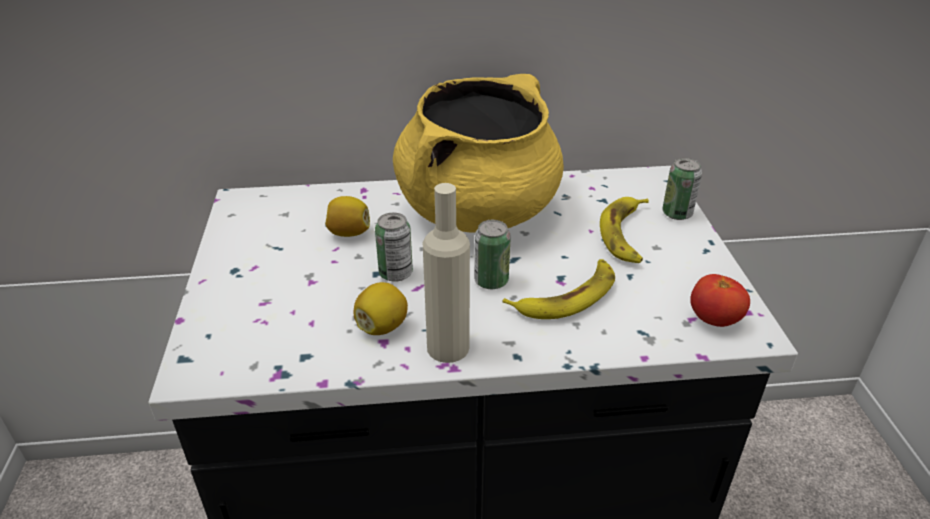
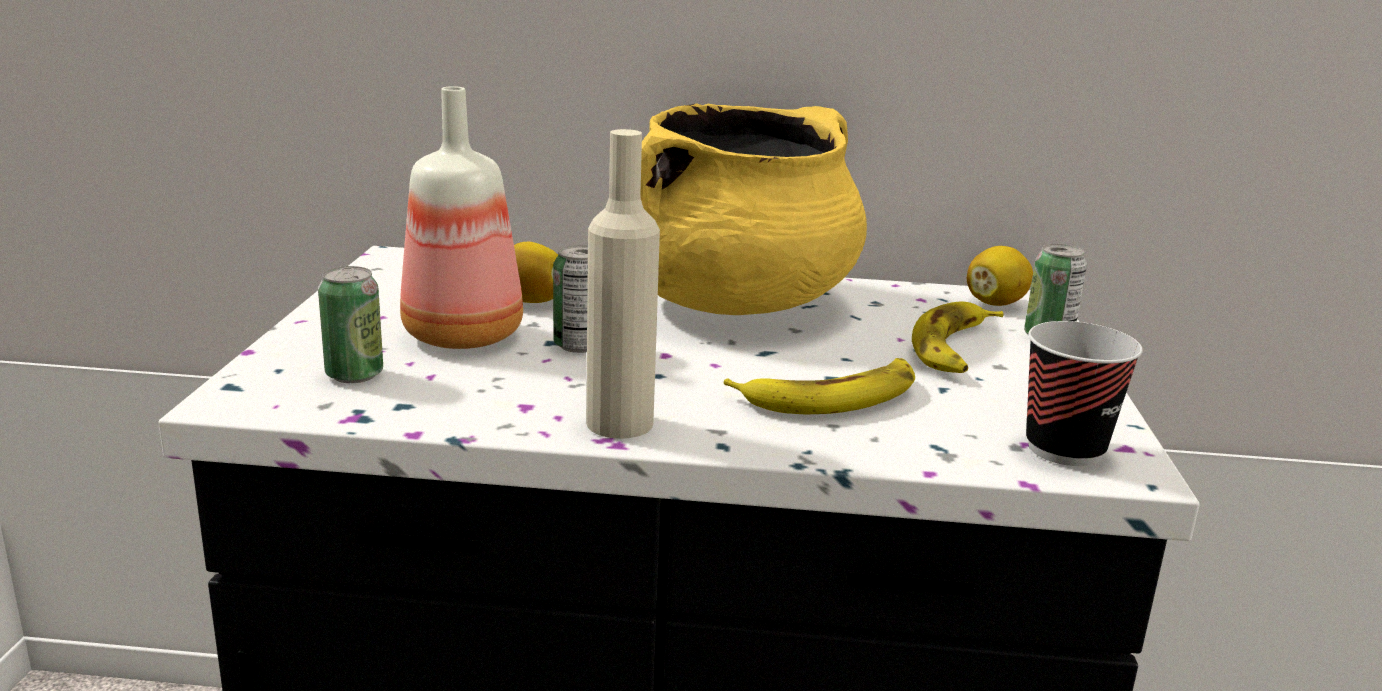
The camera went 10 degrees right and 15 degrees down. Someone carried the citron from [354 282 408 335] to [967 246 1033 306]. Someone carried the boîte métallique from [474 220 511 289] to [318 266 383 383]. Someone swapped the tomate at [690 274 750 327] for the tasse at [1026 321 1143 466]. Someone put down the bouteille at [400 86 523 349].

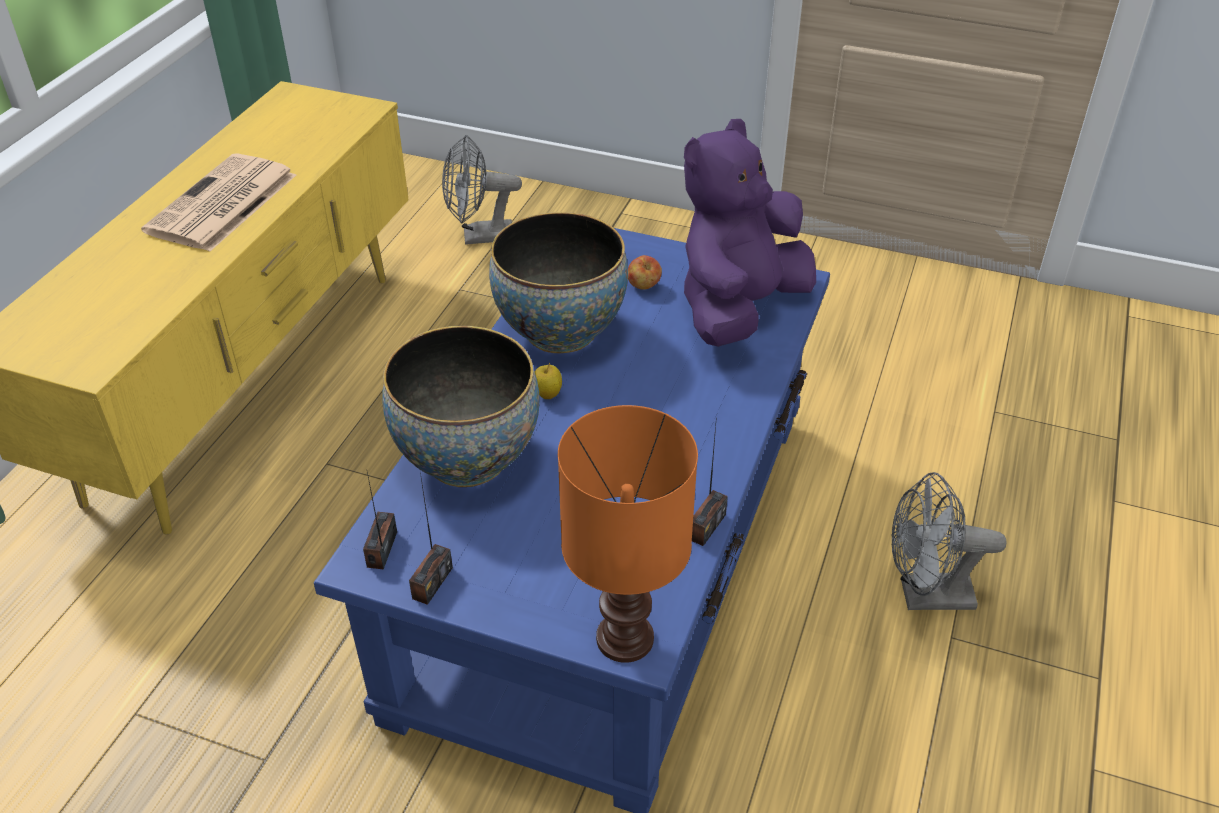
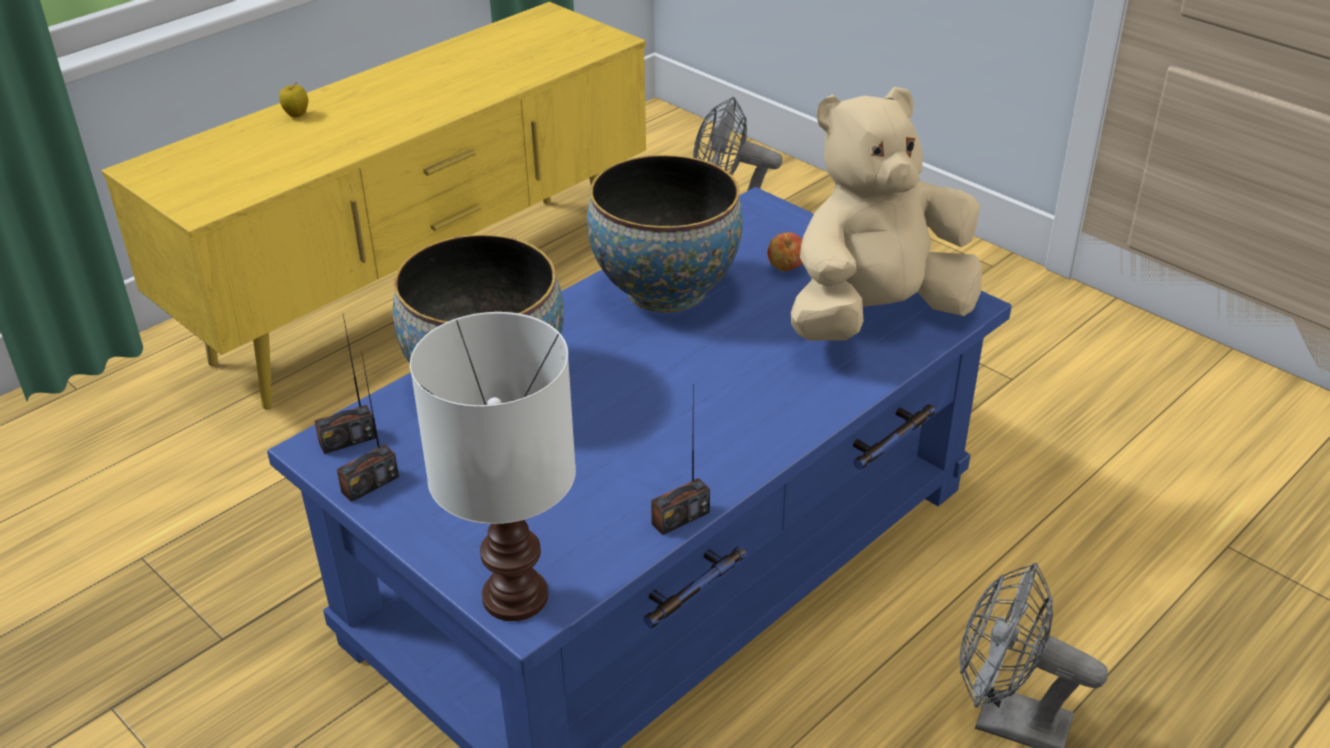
The camera went 25 degrees right and 5 degrees down. Someone took away the journal at [141 153 296 252]. Someone rotated the radio at [363 472 397 570] by 150 degrees counterclockwise. Someone carried the pomme from [535 363 562 399] to [279 83 308 117]. Someone repainted the lampe de table [orange] at [558 405 698 663], which became the lampe de table [blanc] at [410 312 576 621]. Someone repainted the peluche [violet] at [684 119 816 347], which became the peluche [beige] at [791 87 982 341].

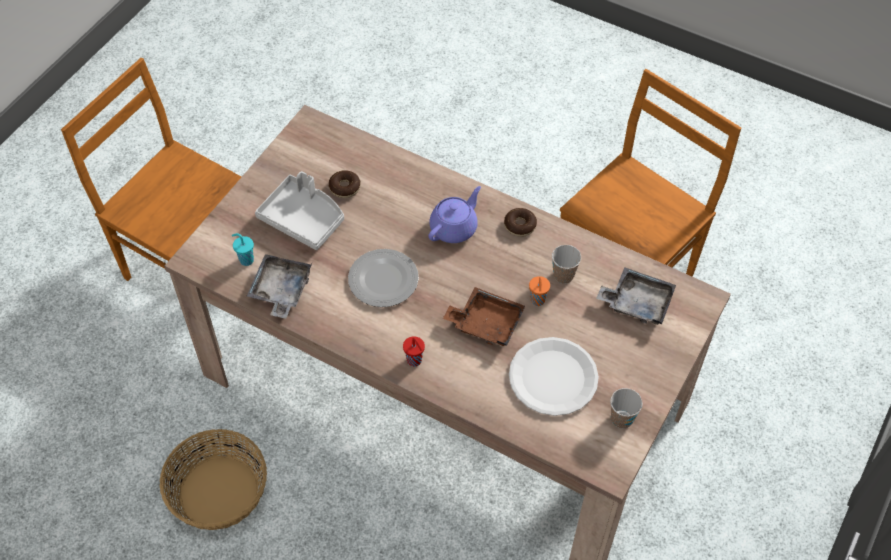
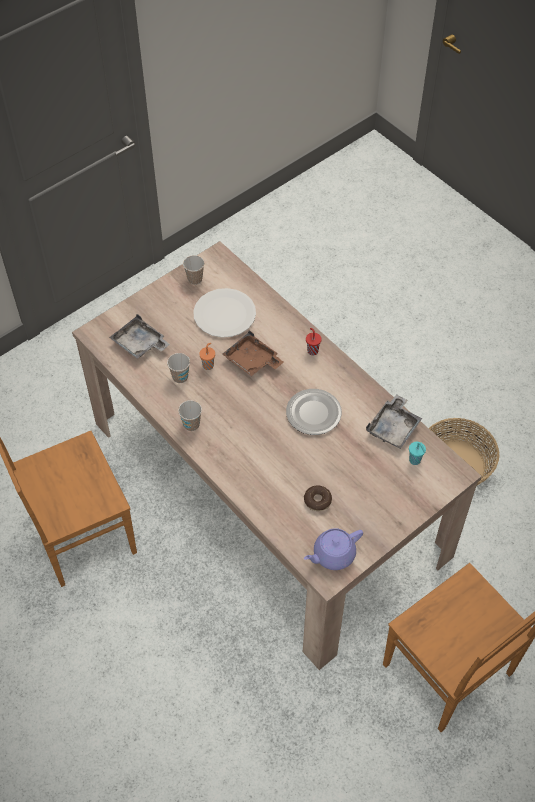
The camera went 160 degrees left and 0 degrees up. Someone took away the plateau [gris] at [255 171 344 250]. Someone carried the théière [violet] from [428 186 481 243] to [304 528 363 570]. Someone swapped the beignet at [504 208 537 237] for the tasse at [178 400 202 431].

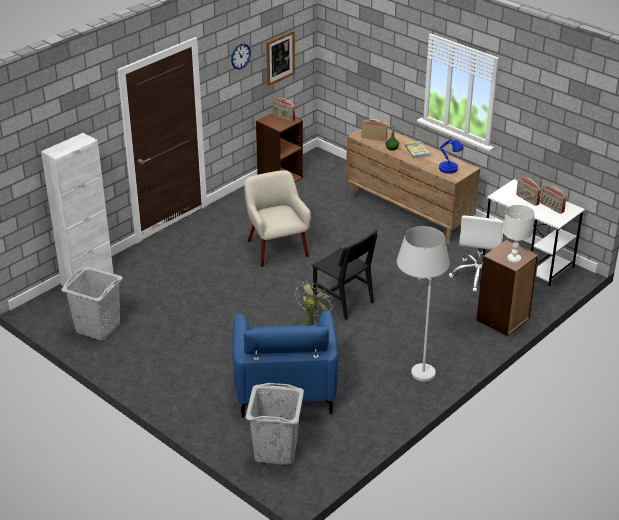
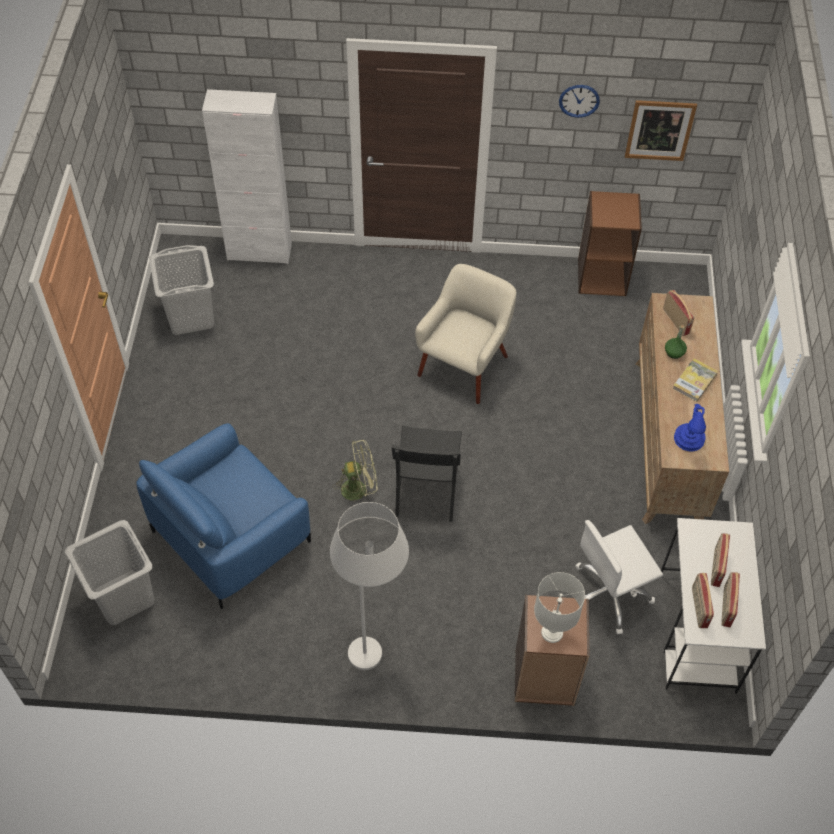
The camera went 50 degrees right and 20 degrees up. Someone carried the radio from [273 98 295 122] to [692 573 714 628].

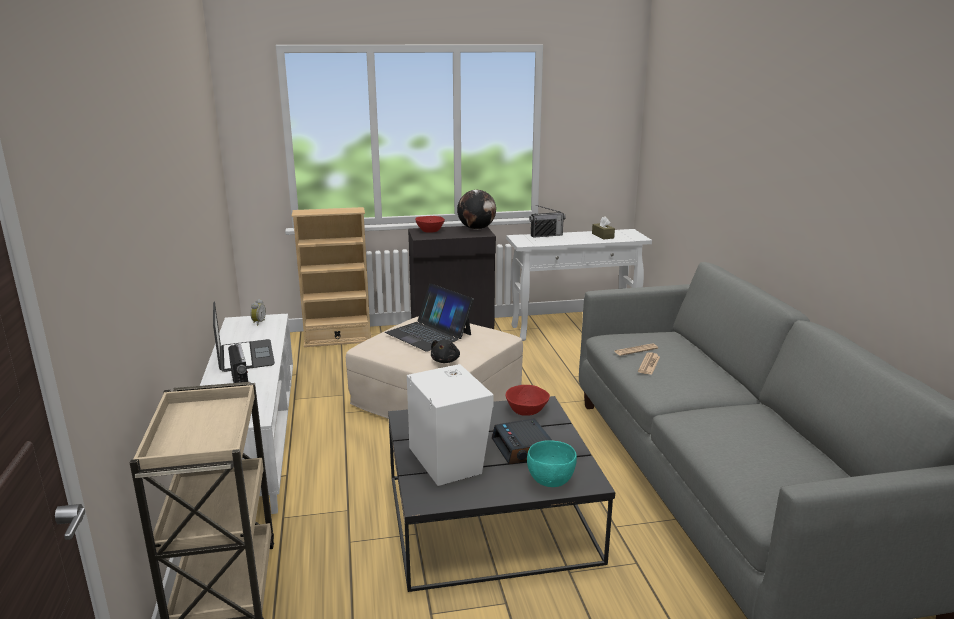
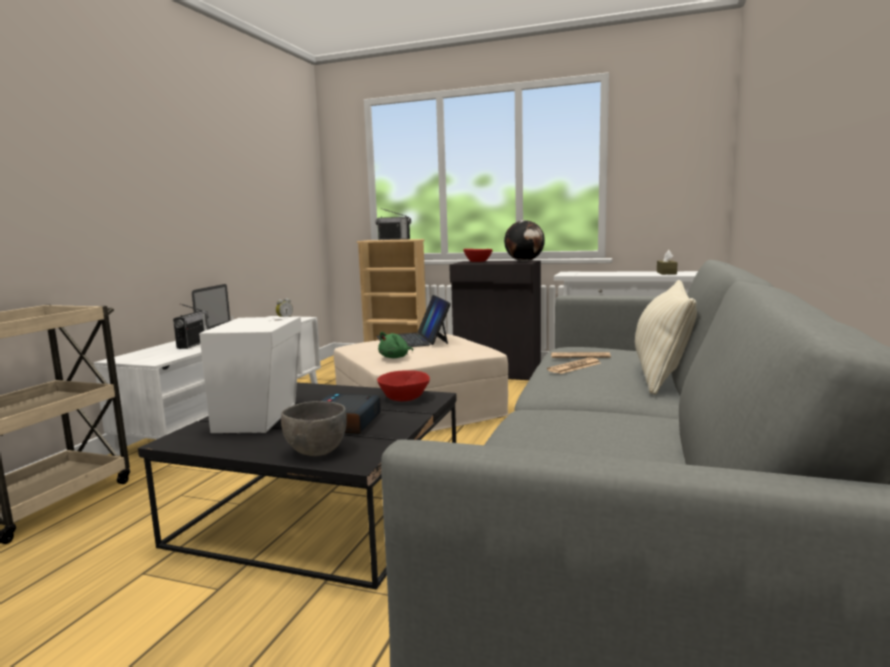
The camera went 30 degrees right and 10 degrees down. Someone repainted the peluche [noir] at [431 340 460 363], which became the peluche [vert] at [378 332 413 358]. Someone repainted the bol [turquoise] at [527 440 577 487], which became the bol [gris] at [281 401 347 456]. Someone carried the radio from [529 205 566 238] to [376 208 411 240]. Someone put down the coussin [beige] at [635 280 697 395].

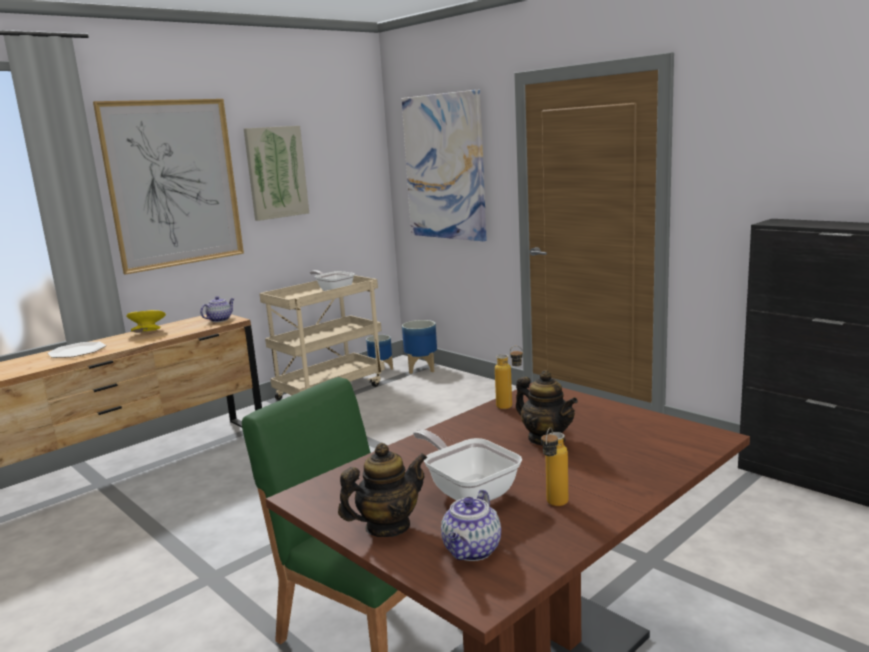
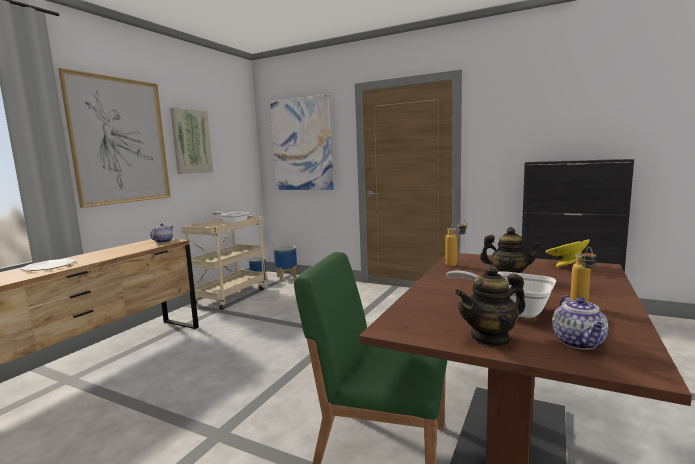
The camera went 20 degrees left and 5 degrees down. Someone carried the bol [jaune] from [126 310 166 333] to [546 239 590 267]. Someone rotated the théière at [338 443 427 537] by 150 degrees counterclockwise.

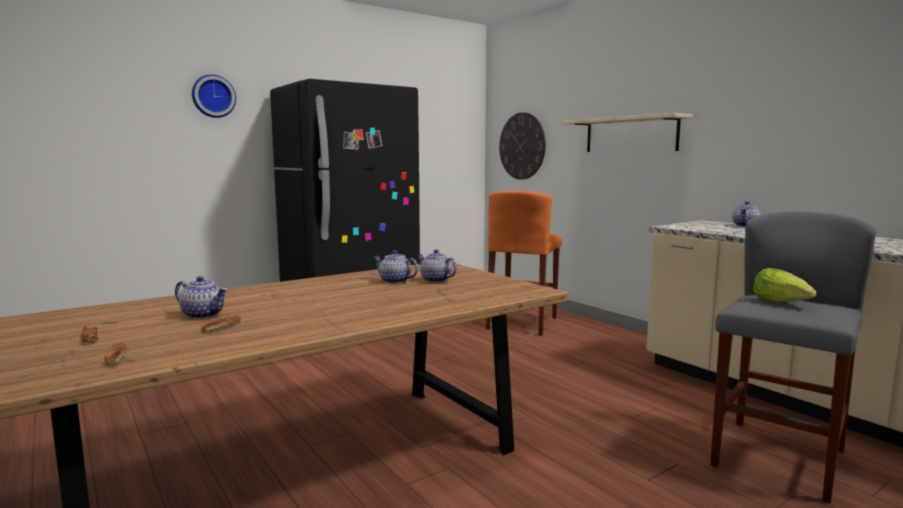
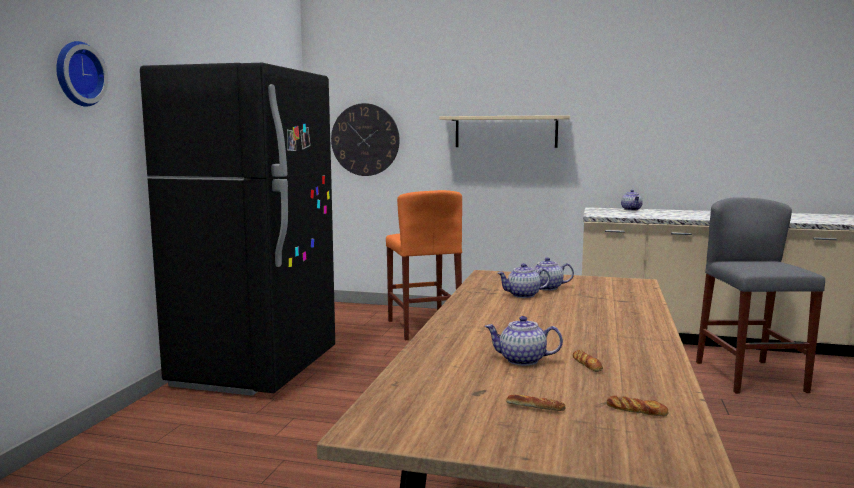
The camera went 40 degrees left and 0 degrees up. Someone rotated the théière at [175 276 228 319] by 150 degrees counterclockwise. Someone took away the laitue at [753 268 817 302].

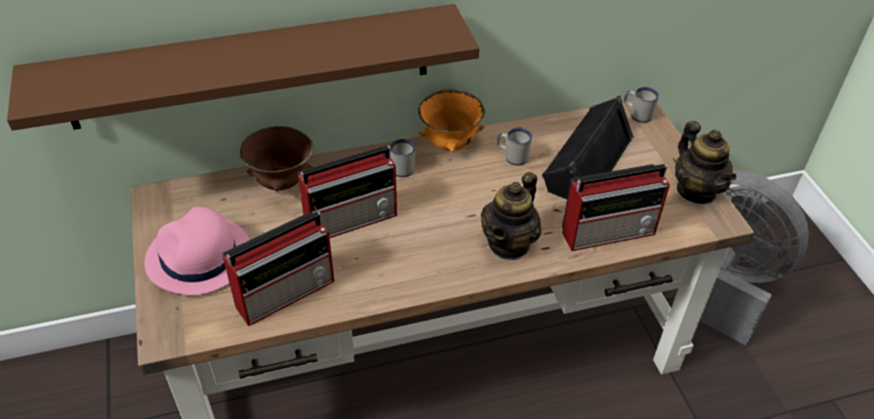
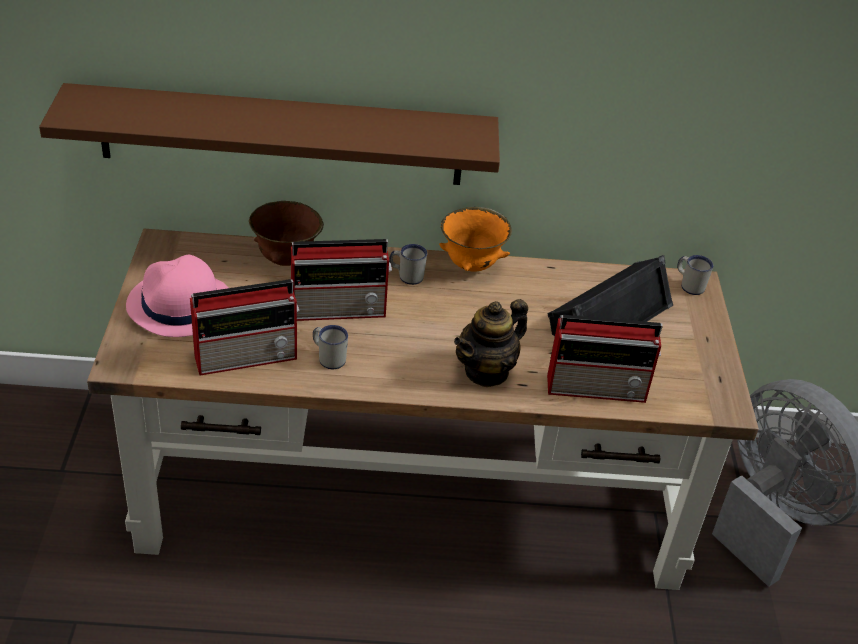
The camera went 15 degrees right and 5 degrees down. Someone carried the mug [blanc] from [497 128 532 166] to [313 325 348 369]. Someone took away the théière at [675 121 737 204].

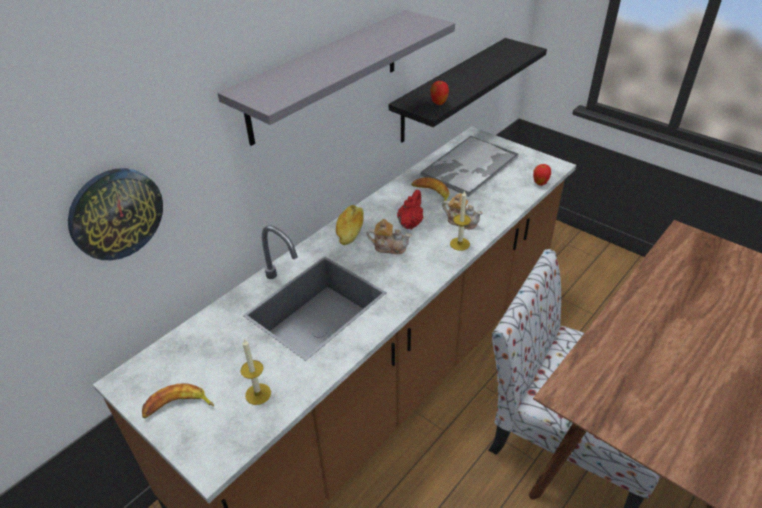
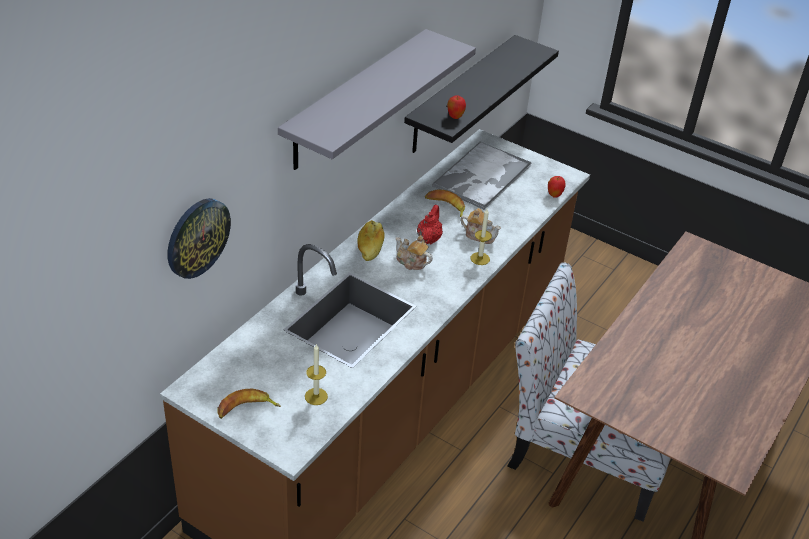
The camera went 10 degrees left and 0 degrees up. Someone rotated the théière at [366 219 411 254] by 150 degrees counterclockwise.

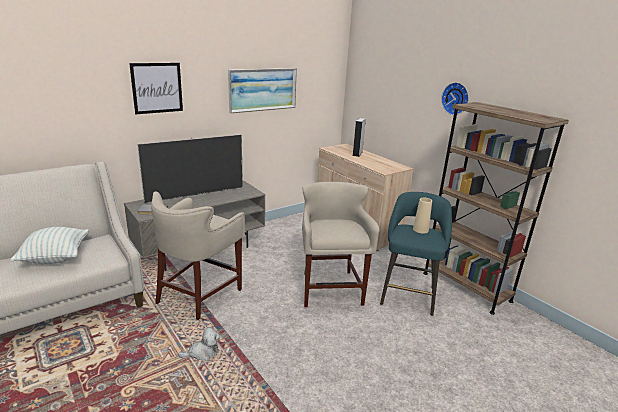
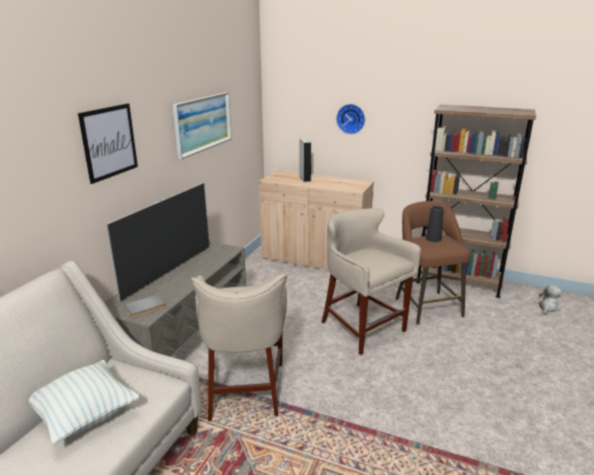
The camera went 30 degrees left and 0 degrees up. Someone carried the peluche from [178 327 220 361] to [538 285 562 315]. Someone repainted the tabouret [turquoise] at [380 192 452 316], which became the tabouret [marron] at [395 201 471 325]. Someone repainted the vase [beige] at [413 198 432 234], which became the vase [noir] at [426 206 444 242]. Someone carried the horloge murale from [441 82 469 115] to [336 104 365 134].

